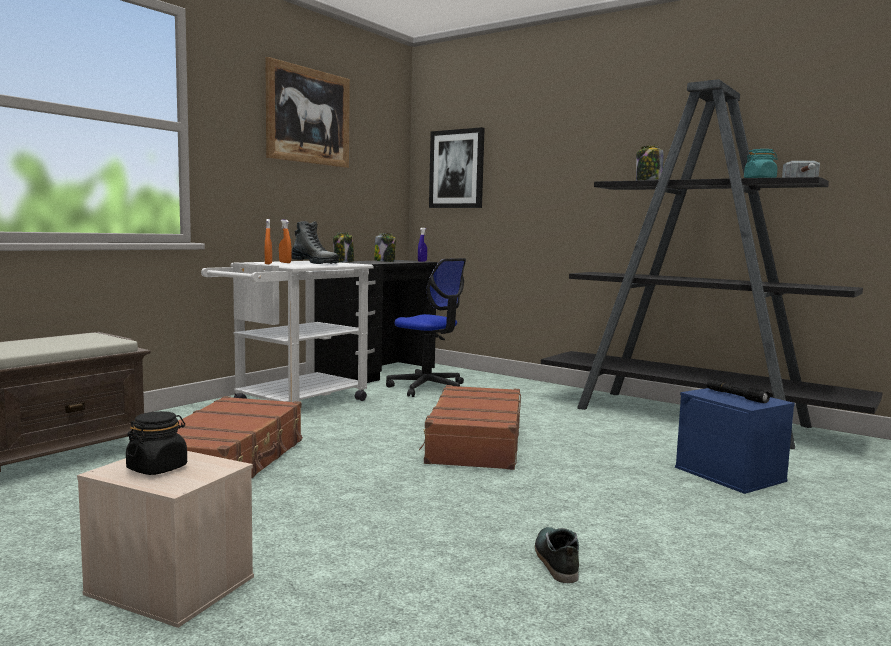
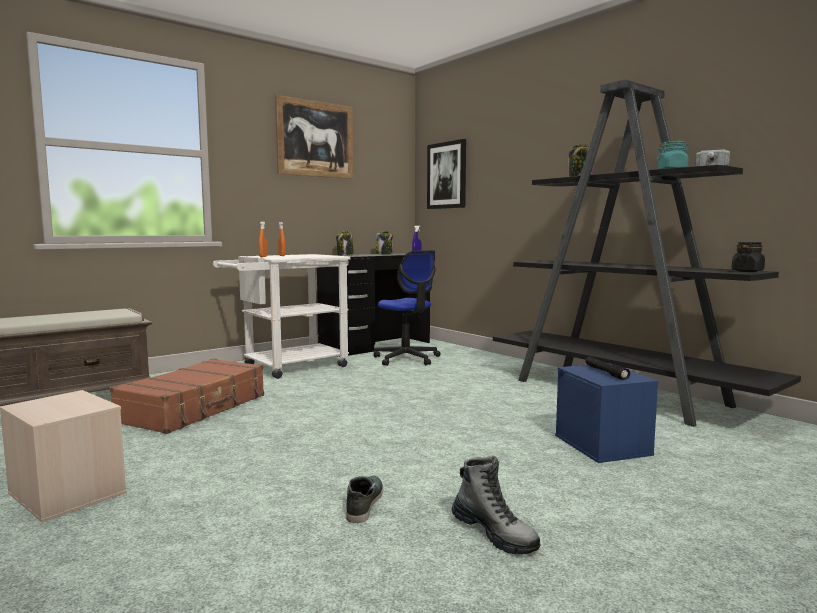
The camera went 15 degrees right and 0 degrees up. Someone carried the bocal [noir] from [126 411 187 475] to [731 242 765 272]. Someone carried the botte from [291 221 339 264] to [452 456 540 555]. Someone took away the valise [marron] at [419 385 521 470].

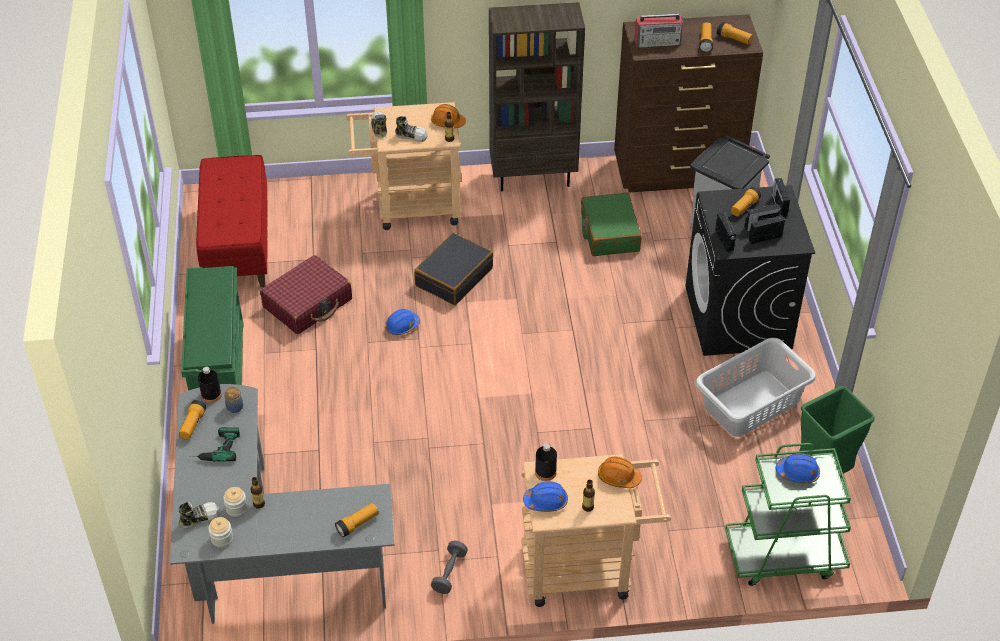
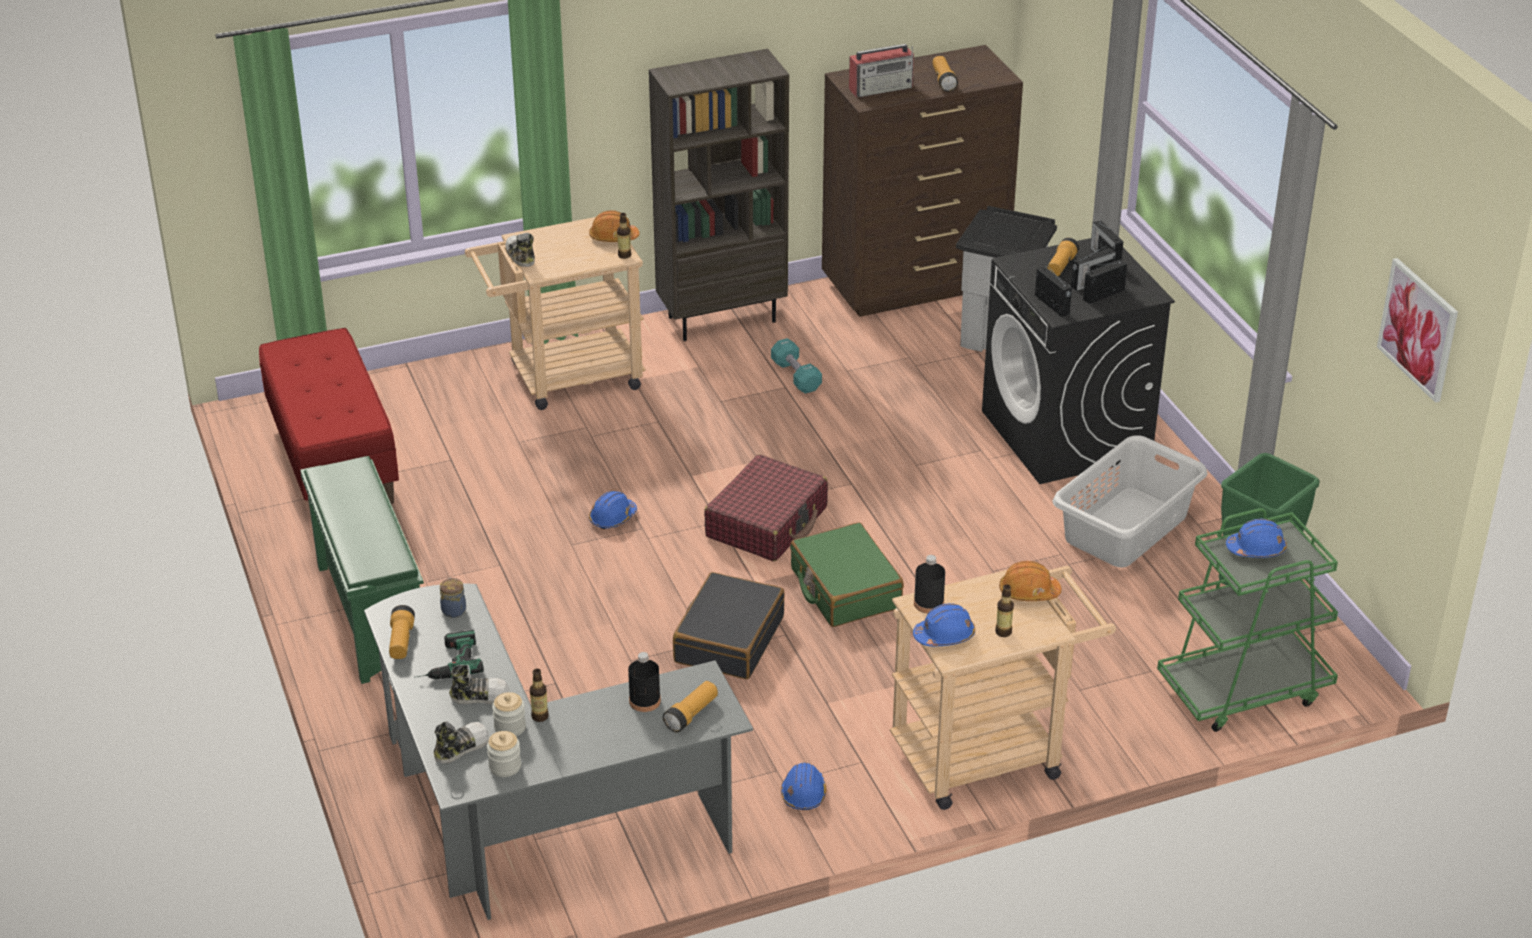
The camera went 15 degrees left and 10 degrees down. Someone carried the bouteille [noir] from [198 367 222 403] to [628 652 661 712]. Someone carried the valise [rouge] from [260 255 352 334] to [704 455 828 561]. Someone carried the chaussure from [395 116 428 142] to [449 665 510 705]. Someone carried the valise [noir] from [414 233 493 305] to [673 572 785 679]. Someone swapped the haltère [gris] at [431 541 468 594] for the casque de chantier [bleu] at [781 763 826 810]. Someone carried the valise [vert] from [581 193 642 256] to [790 522 904 627]. Someone took away the lampe de poche at [717 22 753 45]. Someone put down the haltère [turquoise] at [771 338 822 394]. Someone put up the tableau at [1377 258 1458 403].

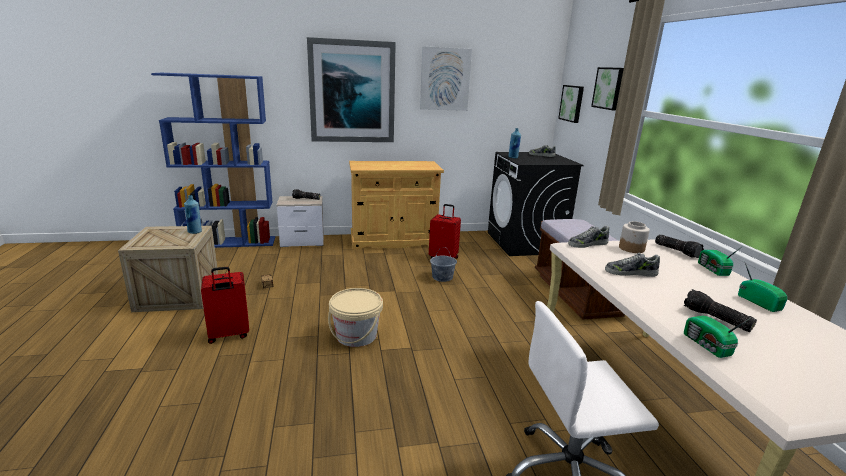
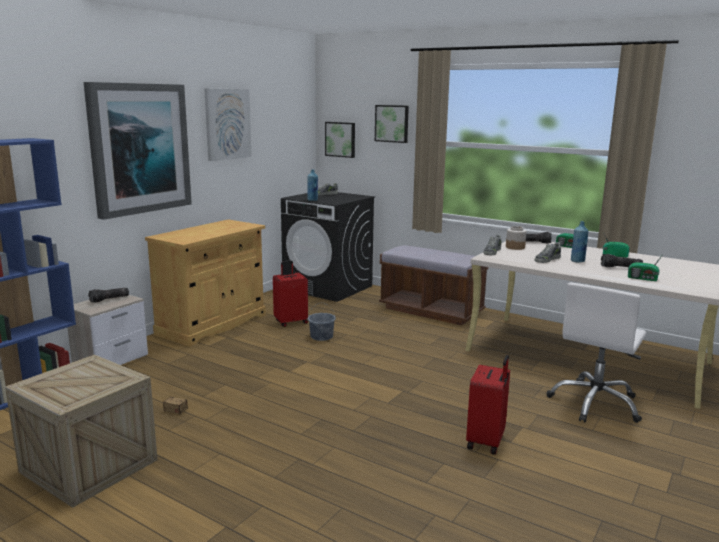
The camera went 45 degrees left and 5 degrees down. Someone carried the bouteille [bleu] from [184 195 202 234] to [571 221 589 262]. Someone carried the valise [rouge] from [201 267 249 344] to [466 355 510 455]. Someone took away the seau [beige] at [328 288 383 347].

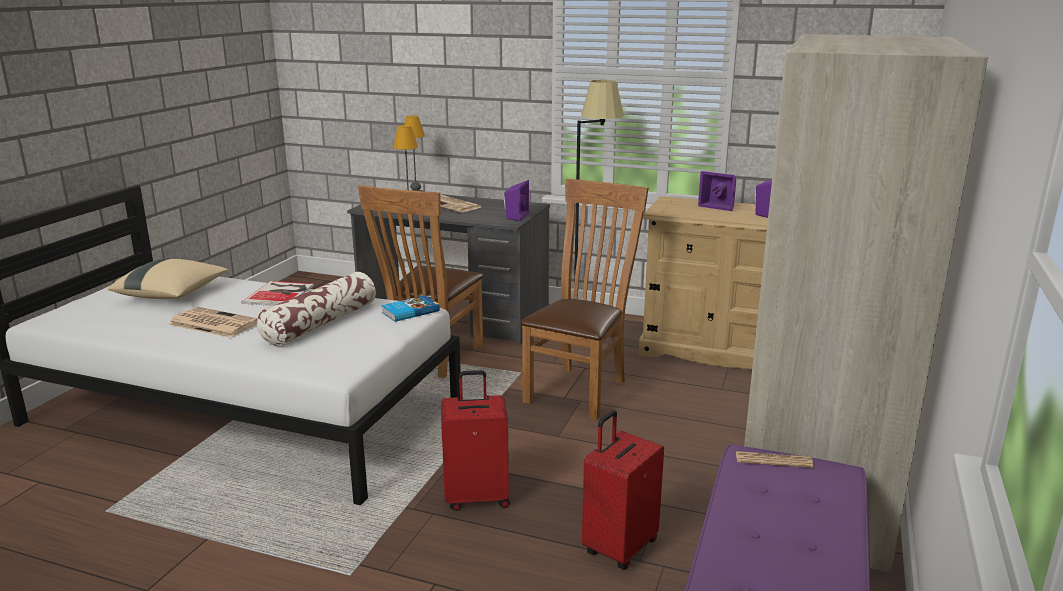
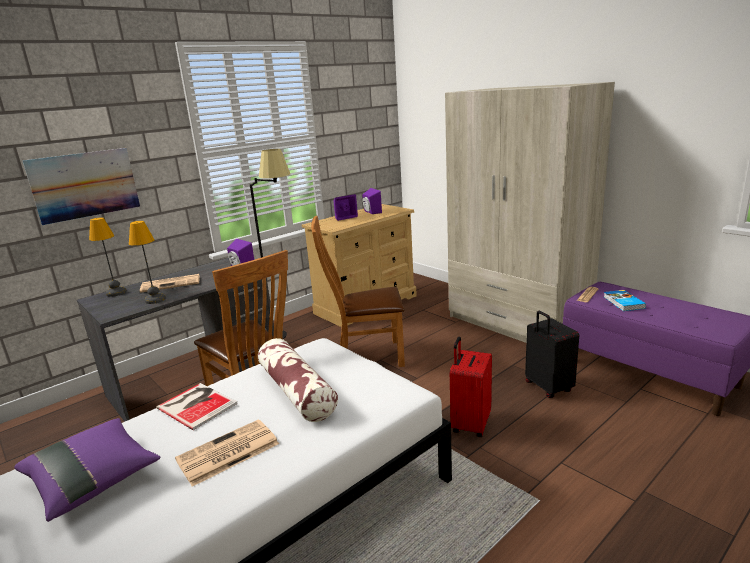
The camera went 60 degrees left and 0 degrees up. Someone repainted the coussin [beige] at [108 258 228 299], which became the coussin [violet] at [14 418 160 522]. Someone carried the livre from [381 295 440 322] to [604 290 646 311]. Someone rotated the chaise [marron] at [520 179 649 420] by 60 degrees counterclockwise. Someone repainted the valise [rouge] at [582 410 664 569], which became the valise [noir] at [525 311 579 398]. Someone put up the tableau at [22 148 140 225].

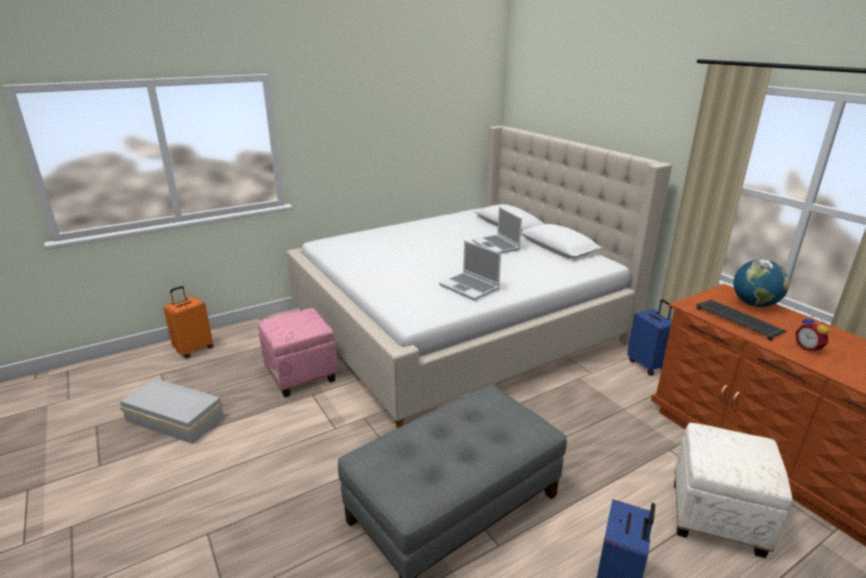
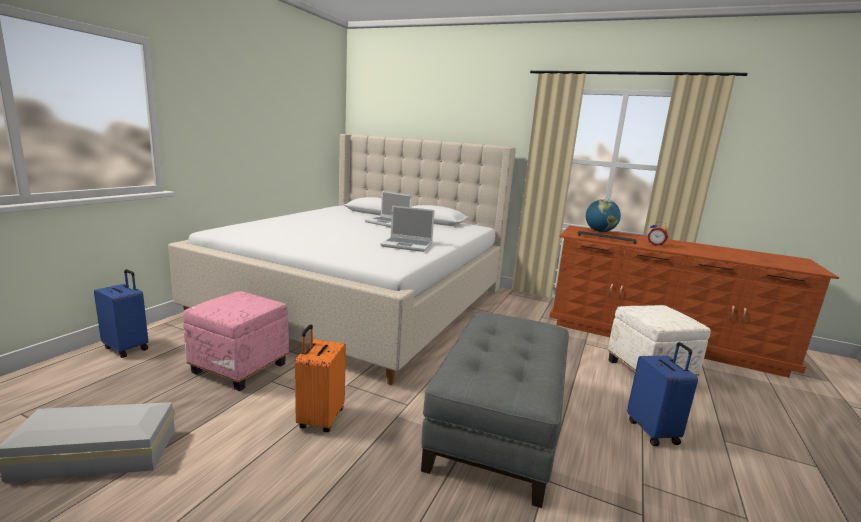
The camera went 35 degrees left and 10 degrees down. Someone carried the valise [orange] from [163 286 214 358] to [295 325 346 432]. Someone carried the valise [bleu] from [627 299 672 376] to [94 269 148 358].

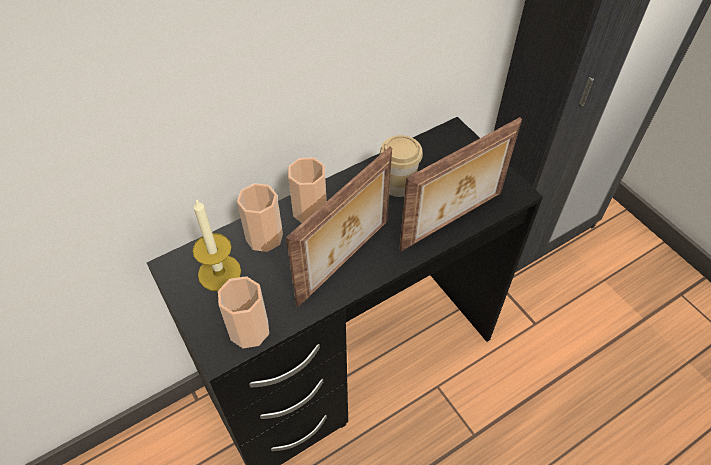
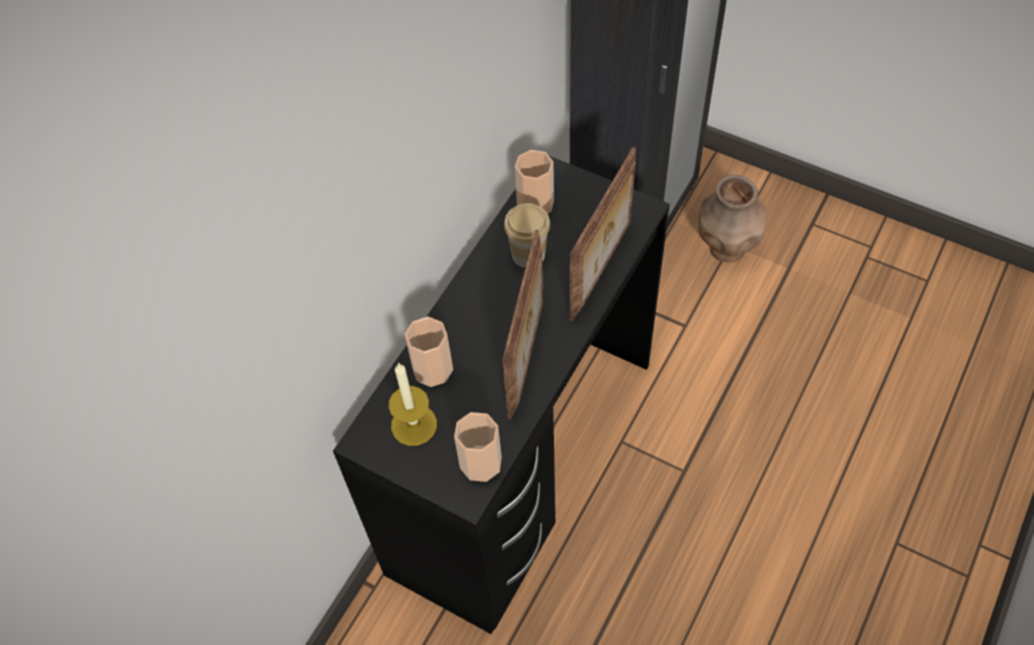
The camera went 25 degrees left and 5 degrees up. Someone carried the tasse from [288 158 327 223] to [515 150 554 214]. Someone put down the vase [marron] at [698 175 767 262].

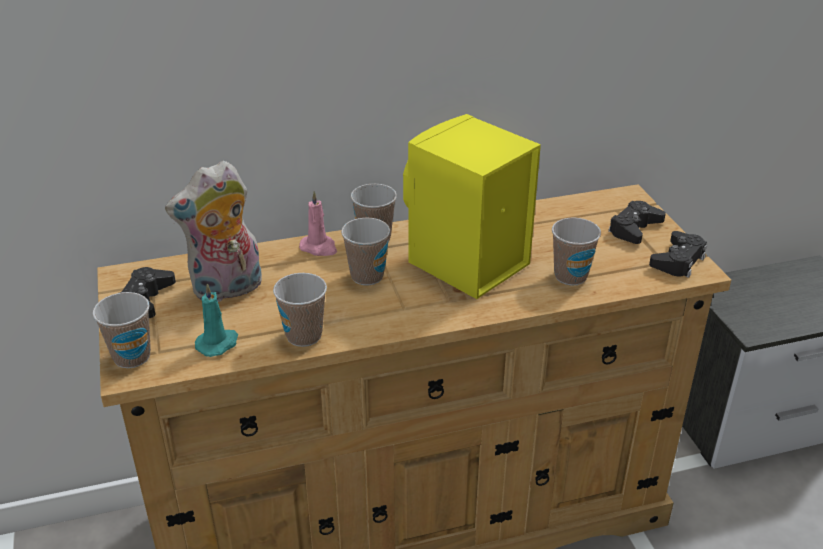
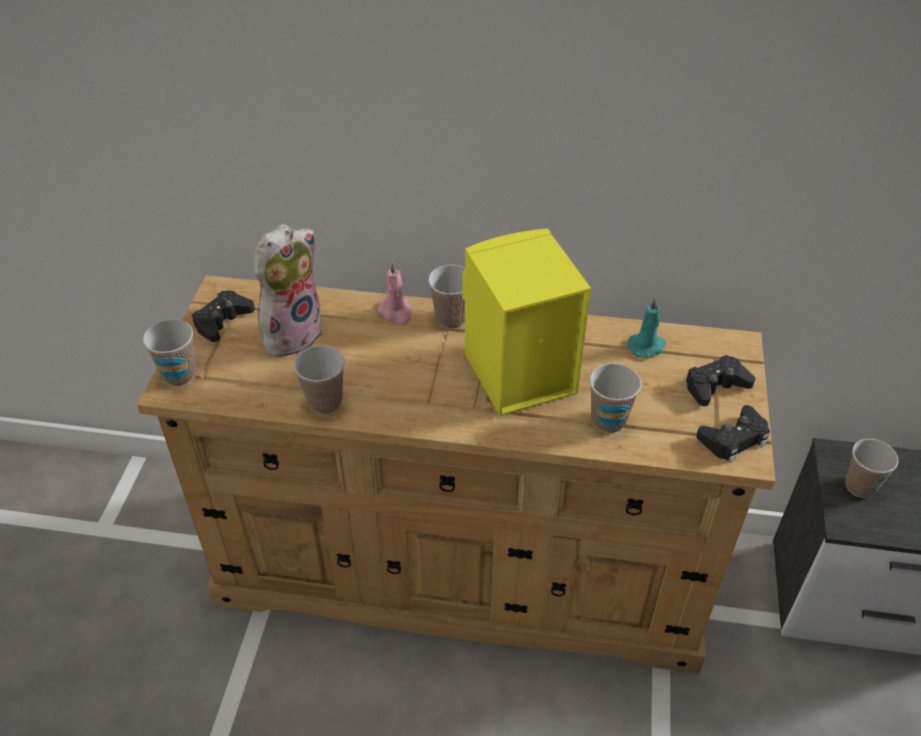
The camera went 25 degrees right and 10 degrees up. Someone rotated the peluche at [165 161 262 302] by 135 degrees clockwise. Someone carried the bougie [turquoise] from [195 283 238 357] to [627 297 666 358]. Someone carried the tasse from [341 218 390 285] to [846 439 899 498].

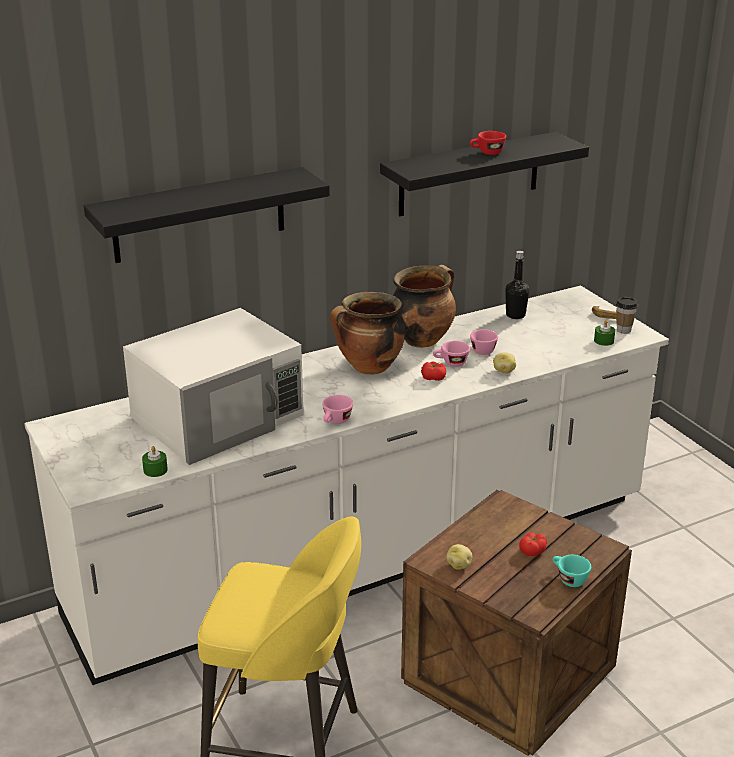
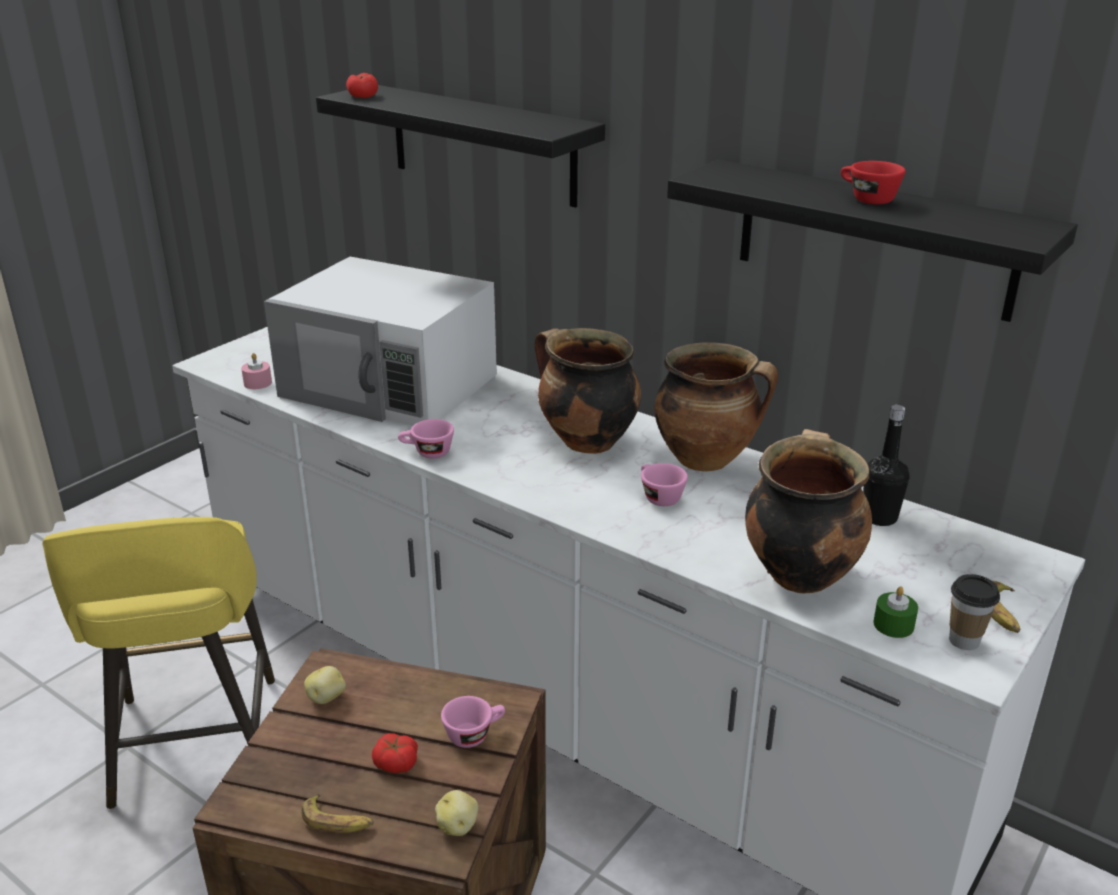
The camera went 65 degrees right and 0 degrees up. Someone repainted the bougie [vert] at [142 446 168 477], which became the bougie [rose] at [241 353 272 389]. Someone carried the tomate from [421 362 446 381] to [346 73 378 98]. Someone carried the tasse [rose] from [470 329 498 355] to [441 696 505 748]. Someone carried the pomme de terre from [493 352 516 374] to [435 790 478 836]. Someone swapped the tasse [turquoise] at [552 555 591 587] for the banane at [301 794 374 833]. Someone put down the marmite at [745 429 872 594].

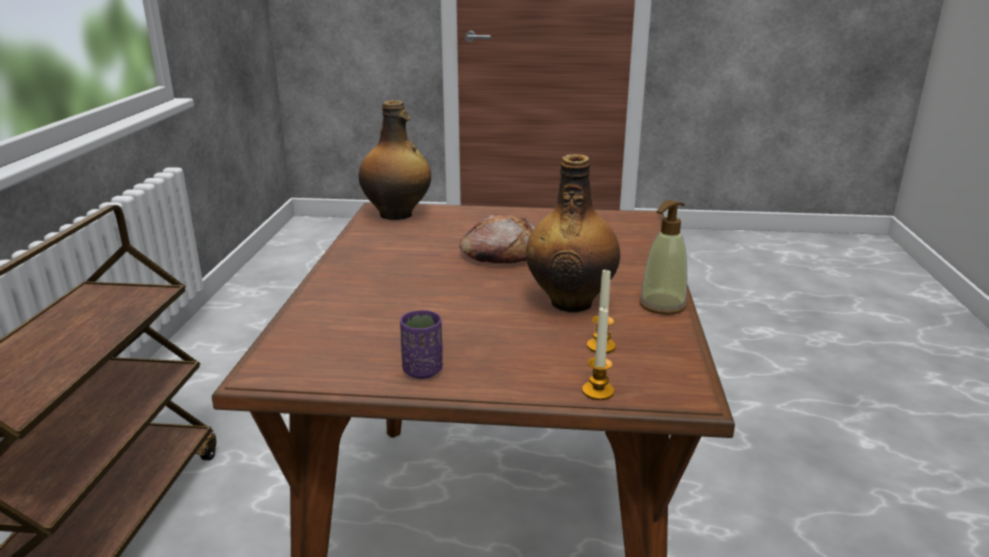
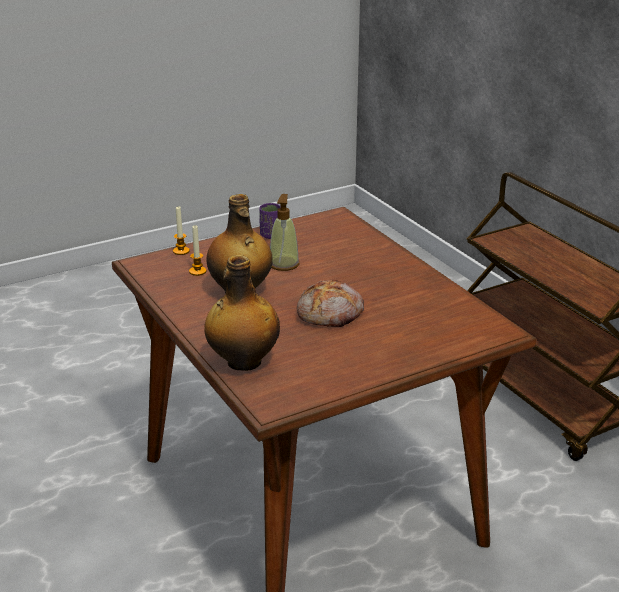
The camera went 145 degrees right and 5 degrees up. Someone carried the bouteille from [359 100 431 220] to [204 255 280 371]. Someone carried the distributeur de savon from [640 200 687 315] to [270 194 299 271].

